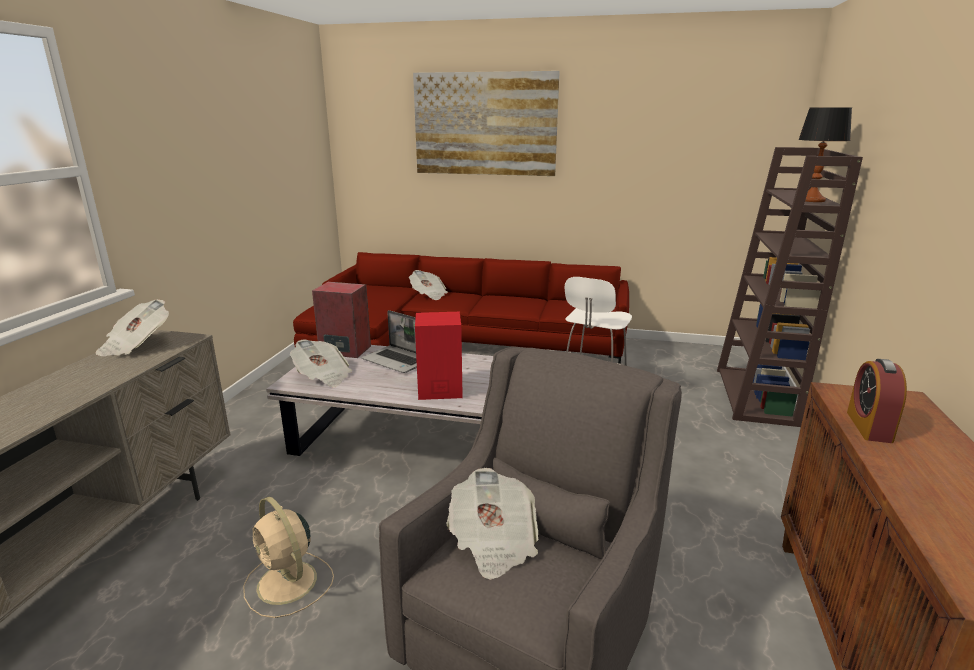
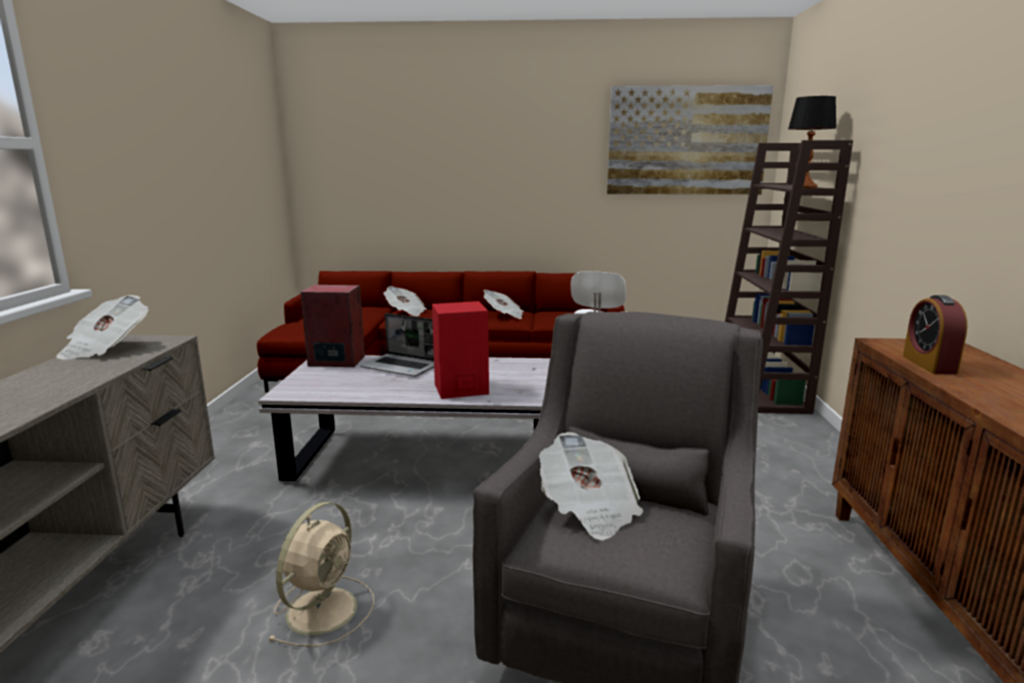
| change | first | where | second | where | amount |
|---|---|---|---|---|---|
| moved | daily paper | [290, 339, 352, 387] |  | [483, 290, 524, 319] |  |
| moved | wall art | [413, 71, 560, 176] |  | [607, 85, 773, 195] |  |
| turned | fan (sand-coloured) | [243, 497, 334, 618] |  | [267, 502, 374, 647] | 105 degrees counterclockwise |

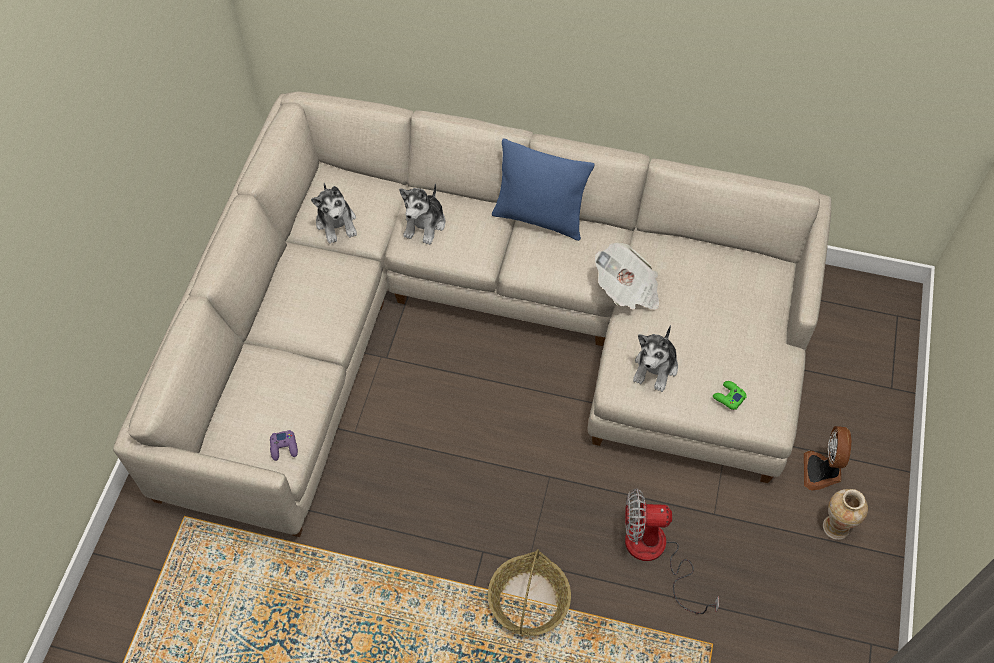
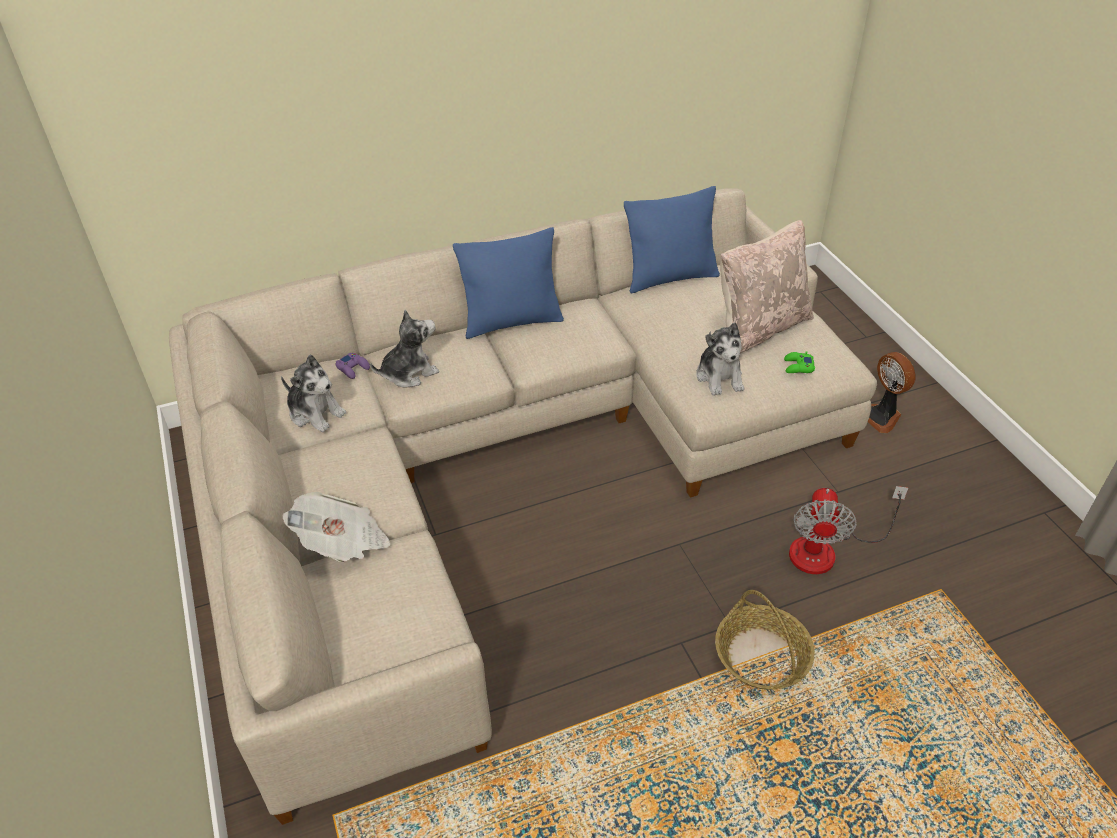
| change | first | where | second | where | amount |
|---|---|---|---|---|---|
| removed | vase | [823, 489, 868, 540] |  |  |  |
| added |  |  | pillow (blue-coloured) | [624, 186, 720, 293] |  |
| added |  |  | pillow (sand-coloured) | [720, 220, 814, 354] |  |
| moved | joypad (purple-coloured) | [270, 430, 298, 461] |  | [336, 353, 370, 379] |  |
| moved | daily paper | [595, 243, 659, 310] |  | [282, 492, 391, 562] |  |
| turned | plush toy | [399, 183, 445, 245] |  | [370, 310, 439, 388] | 105 degrees counterclockwise |
| turned | fan | [625, 488, 719, 614] |  | [789, 486, 908, 574] | 45 degrees counterclockwise |

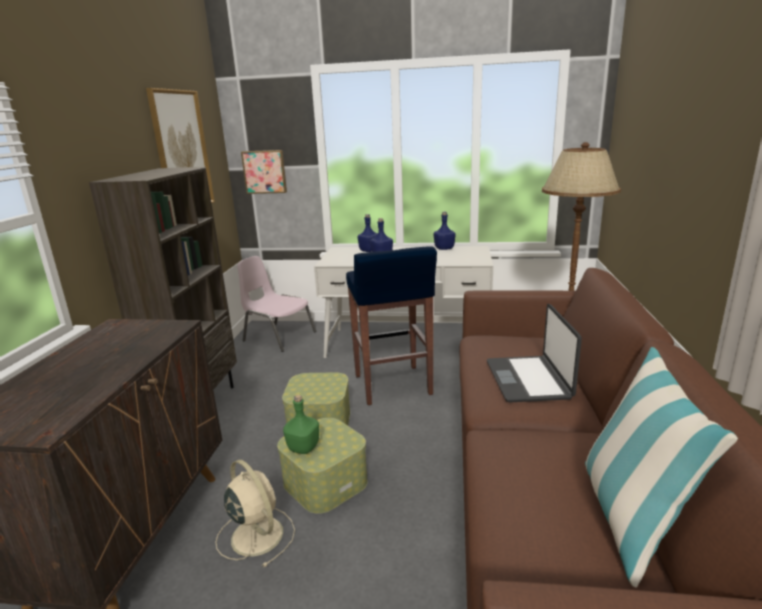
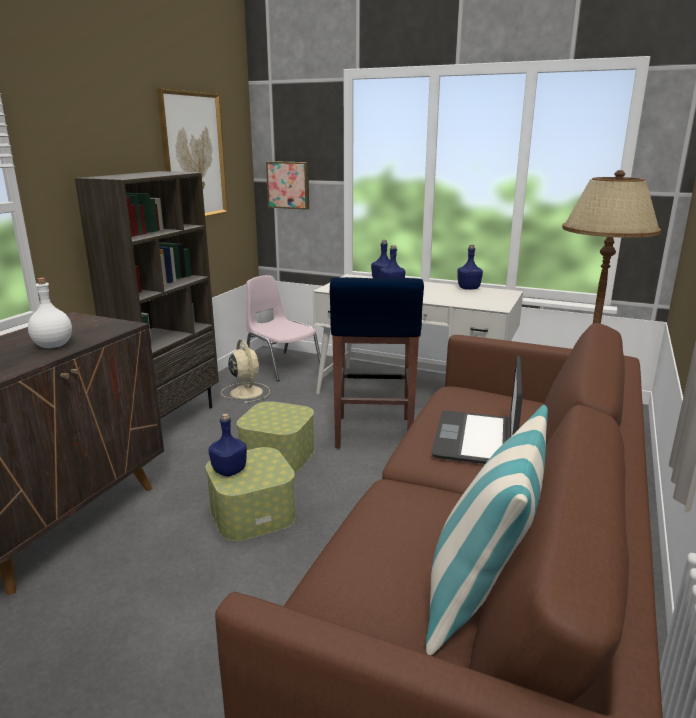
| change | first | where | second | where | amount |
|---|---|---|---|---|---|
| added |  |  | beverage bottle (whitish) | [28, 278, 72, 348] |  |
| moved | fan (sand-coloured) | [215, 459, 295, 567] |  | [221, 339, 270, 404] |  |
| recoloured | beverage bottle (green) | [283, 395, 319, 454] | beverage bottle (blue-coloured) | [208, 413, 247, 477] |  |

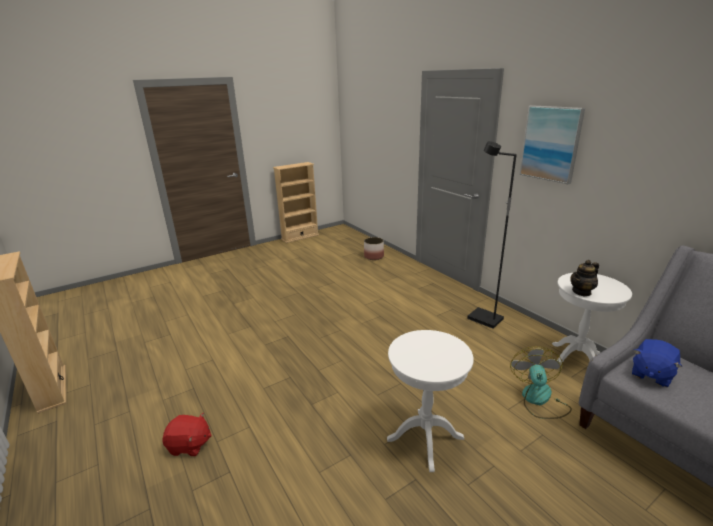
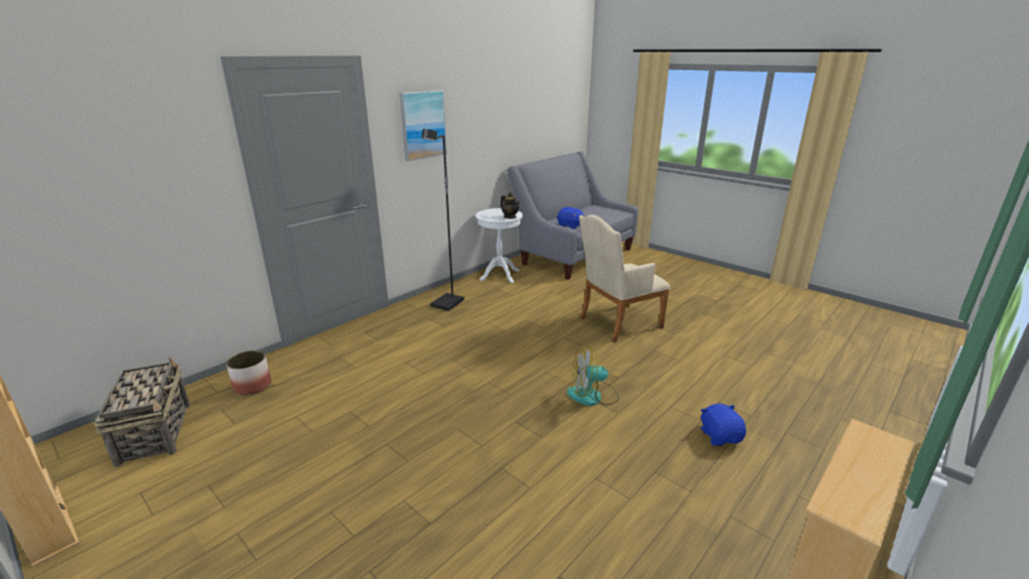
| change | first | where | second | where | amount |
|---|---|---|---|---|---|
| added |  |  | household basket | [94, 356, 190, 467] |  |
| moved | fan | [510, 347, 572, 419] |  | [567, 346, 619, 406] |  |
| replaced | accent table (whitish) | [387, 330, 474, 472] | lounge chair (sand-coloured) | [579, 215, 670, 343] |  |
| recoloured | plush toy (reddish) | [162, 413, 212, 456] | plush toy (blue-coloured) | [701, 404, 746, 446] |  |

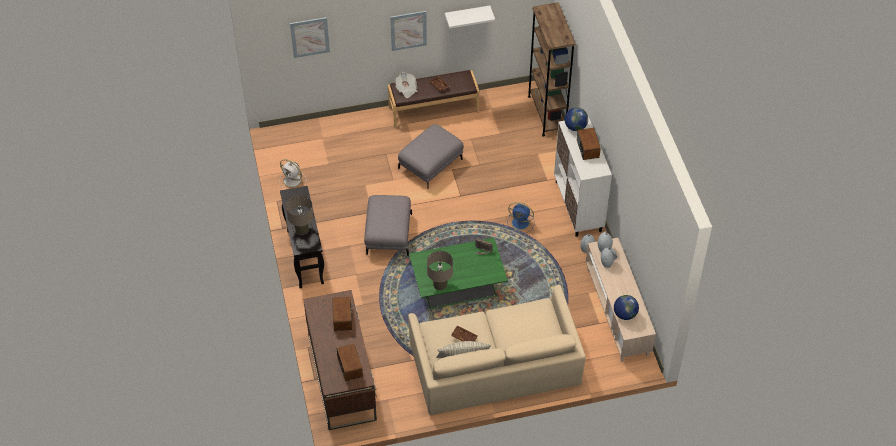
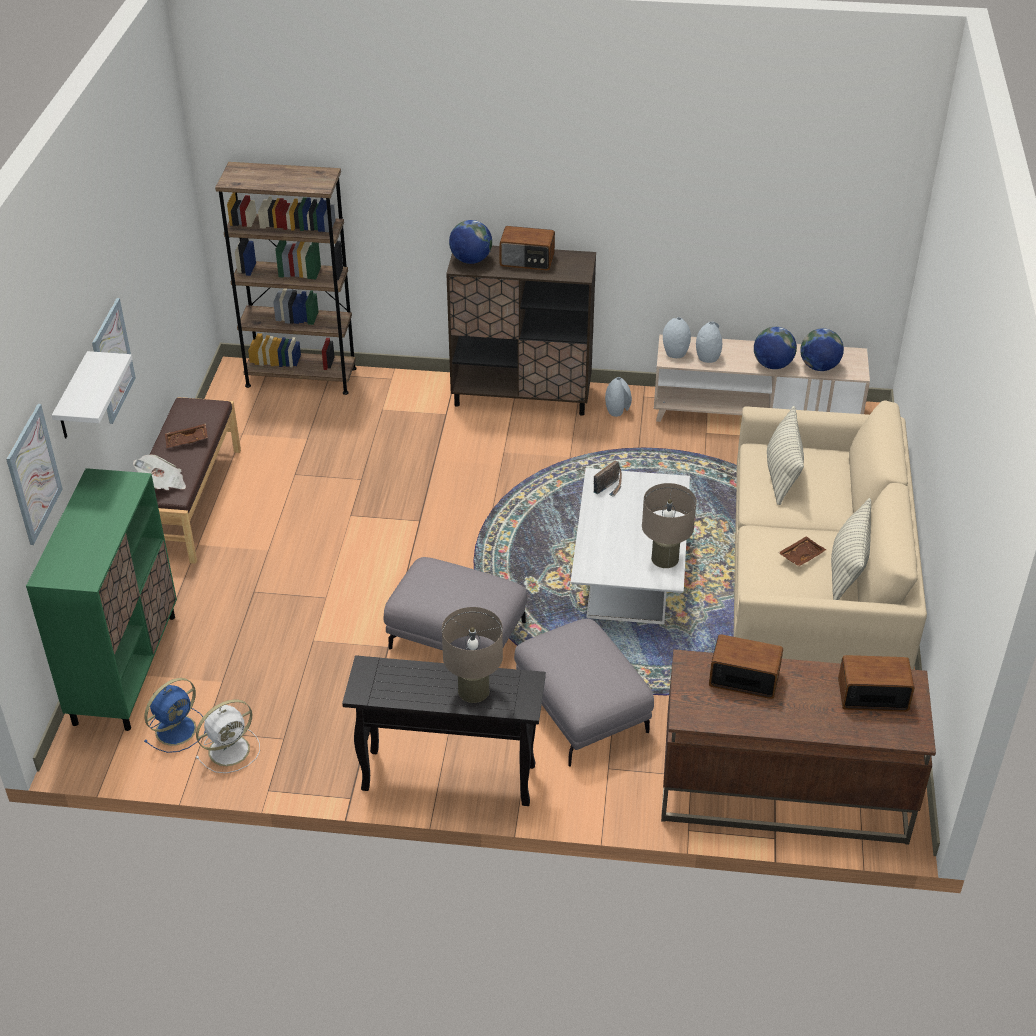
| change | first | where | second | where | amount |
|---|---|---|---|---|---|
| added |  |  | cupboard (green) | [26, 468, 177, 731] |  |
| added |  |  | desk globe | [754, 327, 797, 369] |  |
| added |  |  | pillow | [767, 406, 804, 505] |  |
| moved | ottoman (greyish) | [398, 124, 464, 189] |  | [514, 619, 654, 767] |  |
| moved | bracket shelf (whitish) | [445, 5, 495, 29] |  | [52, 351, 132, 438] |  |
| moved | fan (blue-coloured) | [507, 202, 535, 233] |  | [143, 678, 205, 753] |  |
| recoloured | low table (green) | [409, 238, 508, 309] | low table (whitish) | [571, 468, 690, 624] |  |
| recoloured | cupboard (whitish) | [554, 116, 612, 237] | cupboard (brownish) | [446, 246, 596, 416] |  |

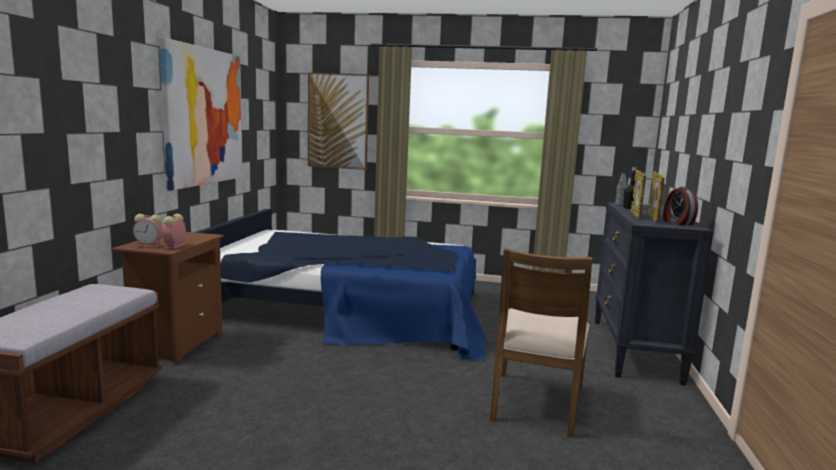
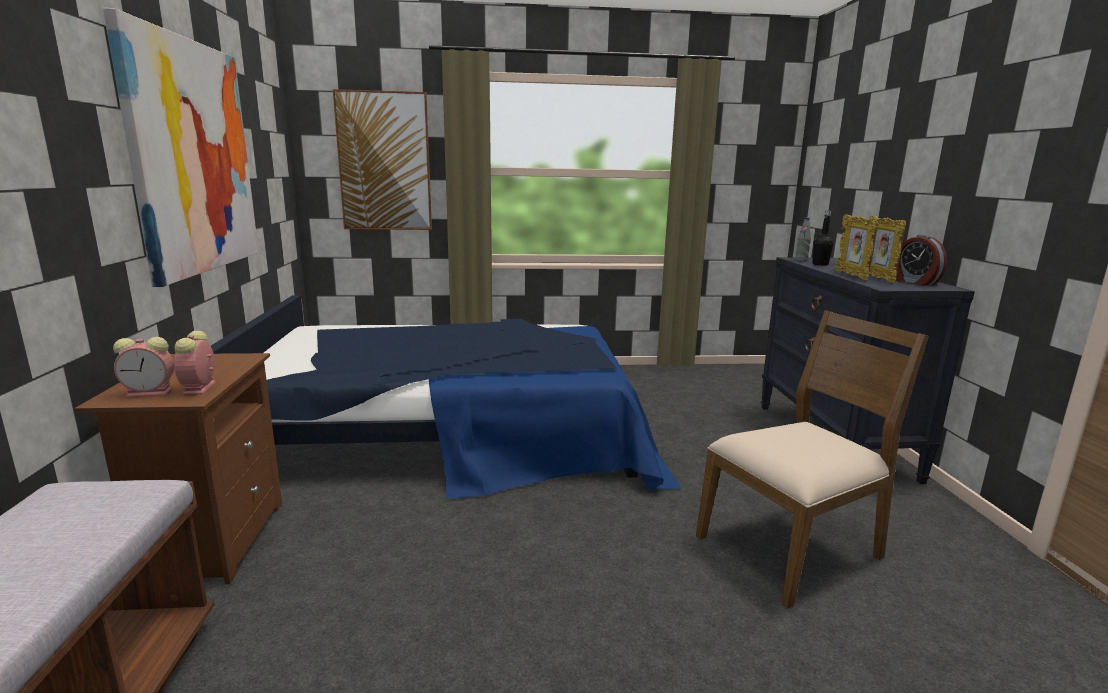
| change | first | where | second | where | amount |
|---|---|---|---|---|---|
| turned | upright chair (brownish) | [490, 248, 592, 437] |  | [696, 310, 929, 608] | 120 degrees counterclockwise |

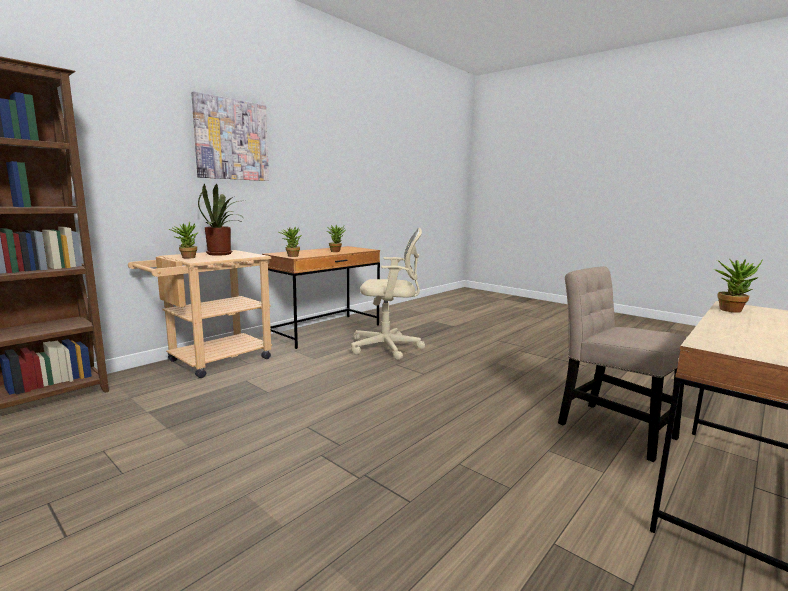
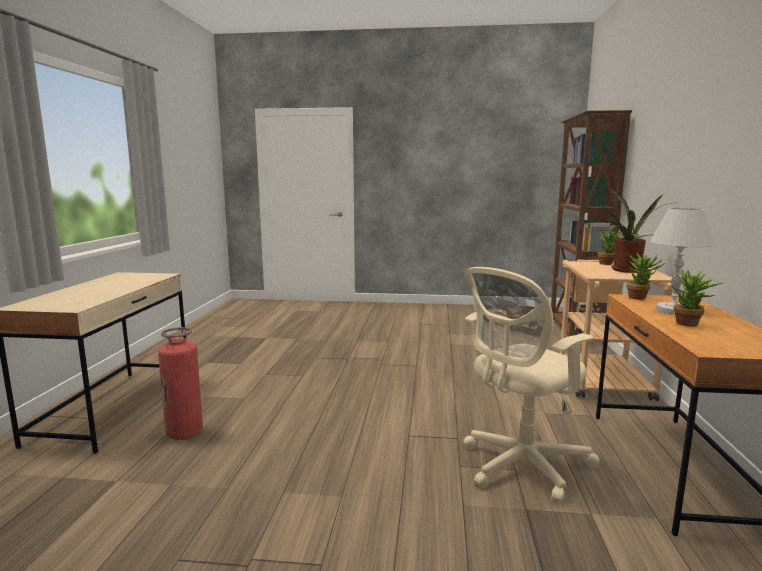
| change | first | where | second | where | amount |
|---|---|---|---|---|---|
| removed | wall art | [191, 91, 269, 181] |  |  |  |
| removed | houseplant | [714, 259, 763, 313] |  |  |  |
| added |  |  | tabletop lamp (whitish) | [650, 208, 715, 315] |  |
| replaced | upright chair (sand-coloured) | [558, 266, 687, 462] | extinguisher | [158, 327, 203, 440] |  |

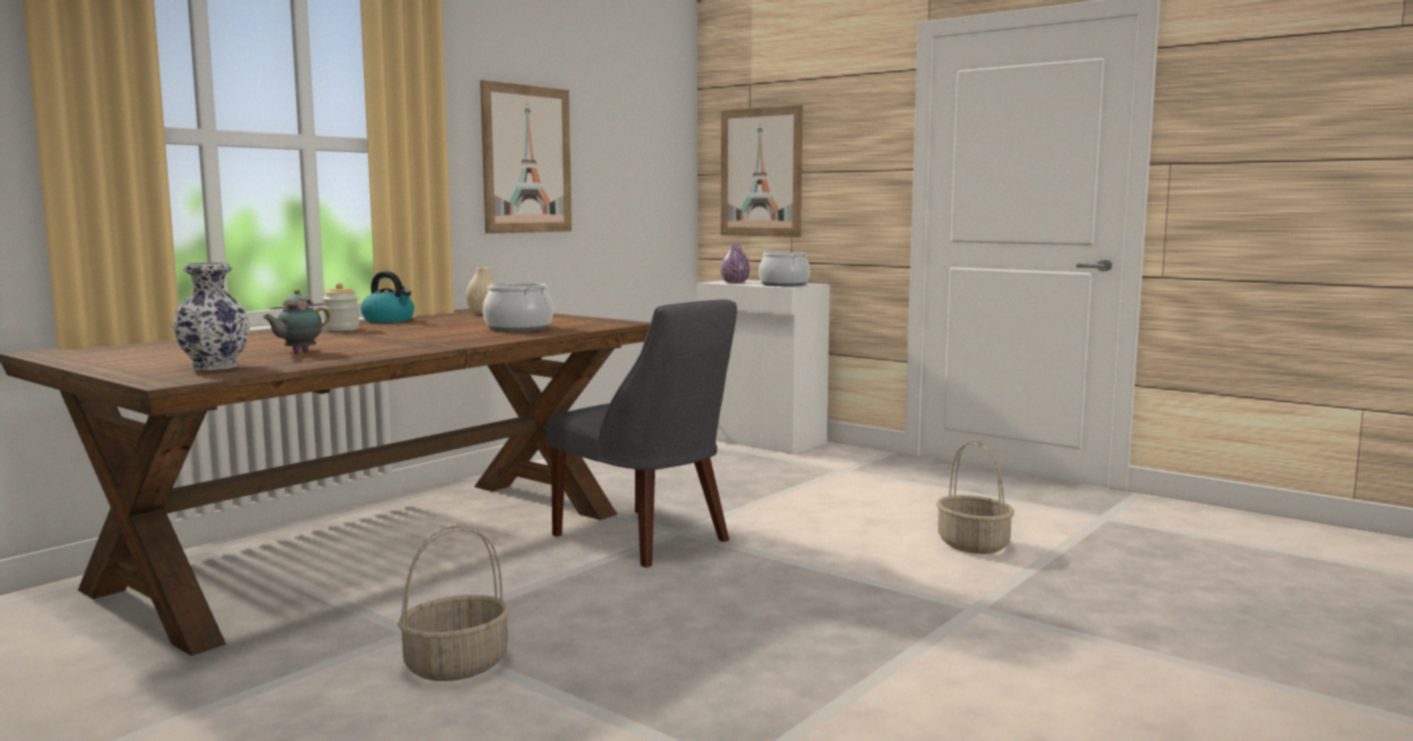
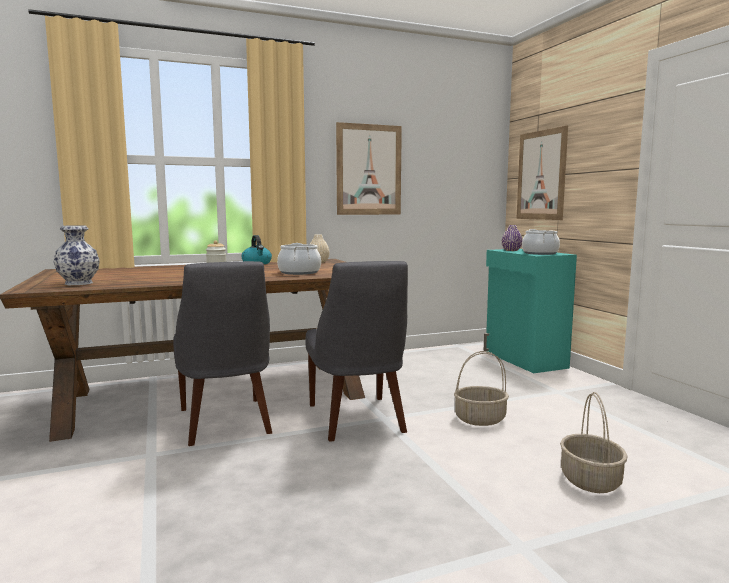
| change | first | where | second | where | amount |
|---|---|---|---|---|---|
| removed | tea pot | [262, 289, 330, 352] |  |  |  |
| added |  |  | upright chair (greyish) | [173, 261, 272, 446] |  |
| moved | household basket | [398, 526, 510, 681] |  | [454, 351, 509, 426] |  |
| recoloured | cupboard (whitish) | [697, 280, 830, 454] | cupboard (blue-green) | [484, 249, 577, 373] |  |

